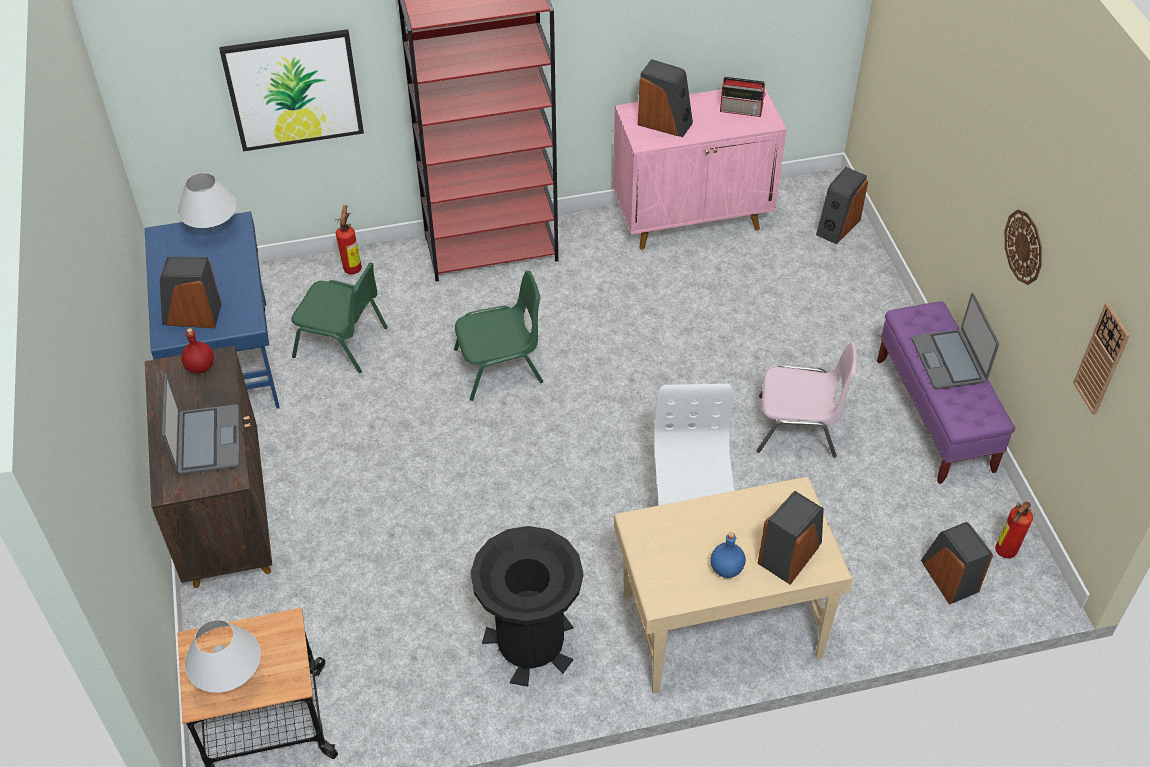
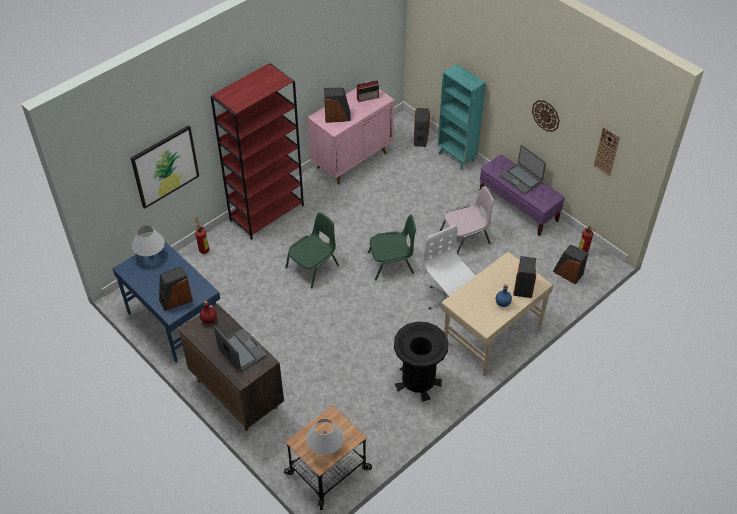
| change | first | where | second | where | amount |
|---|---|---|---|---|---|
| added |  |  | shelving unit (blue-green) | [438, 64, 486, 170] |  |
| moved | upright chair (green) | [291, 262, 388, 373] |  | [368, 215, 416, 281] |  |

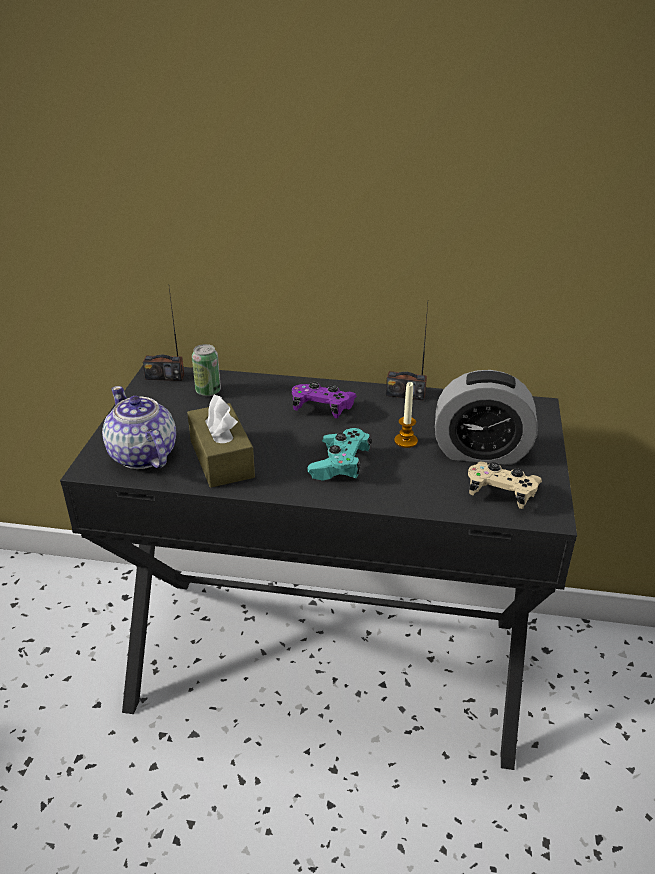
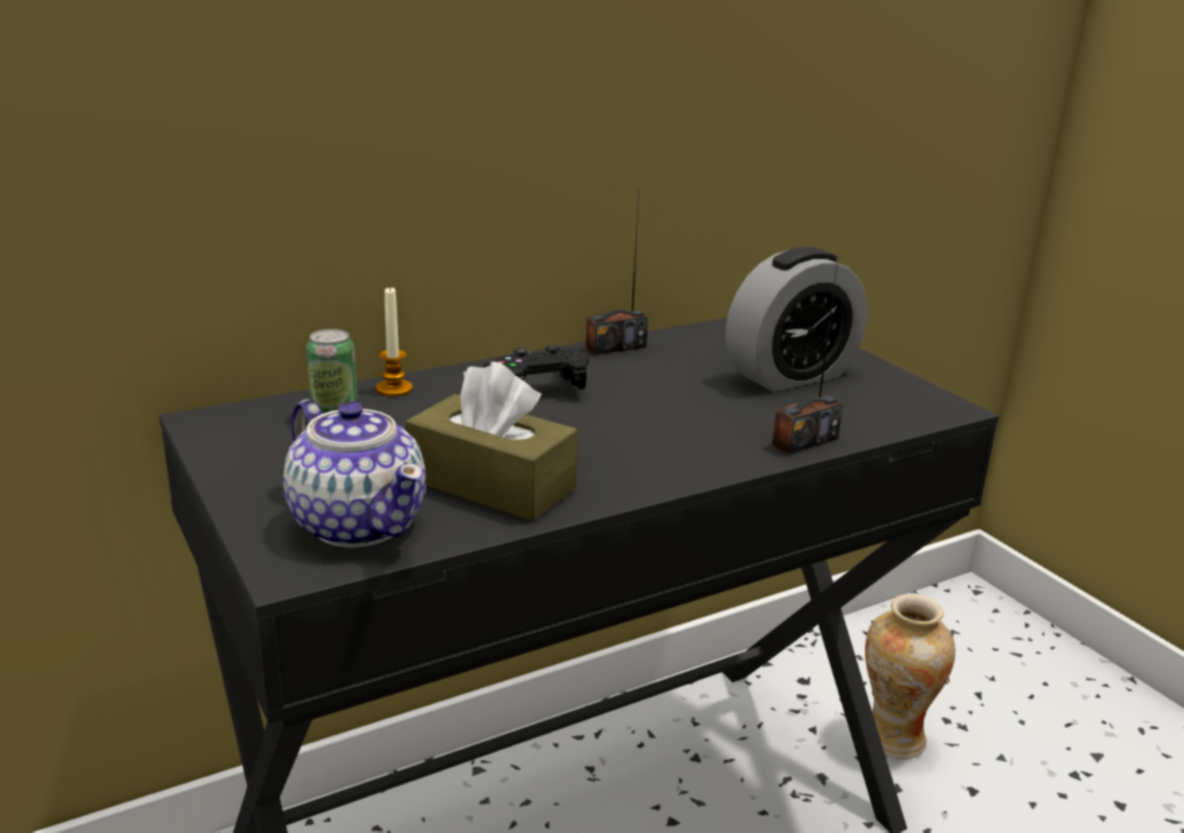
| change | first | where | second | where | amount |
|---|---|---|---|---|---|
| removed | joypad (blue-green) | [308, 428, 372, 481] |  |  |  |
| removed | joypad (sand-coloured) | [468, 462, 542, 509] |  |  |  |
| added |  |  | vase | [865, 594, 955, 759] |  |
| moved | radio set | [143, 288, 184, 381] |  | [772, 254, 843, 455] |  |
| moved | candle | [395, 382, 418, 448] |  | [376, 287, 413, 396] |  |
| recoloured | joypad (purple-coloured) | [292, 382, 357, 418] | joypad (blackish) | [483, 345, 589, 390] |  |
| turned | tea pot | [102, 386, 176, 469] |  | [283, 399, 426, 548] | 150 degrees counterclockwise |

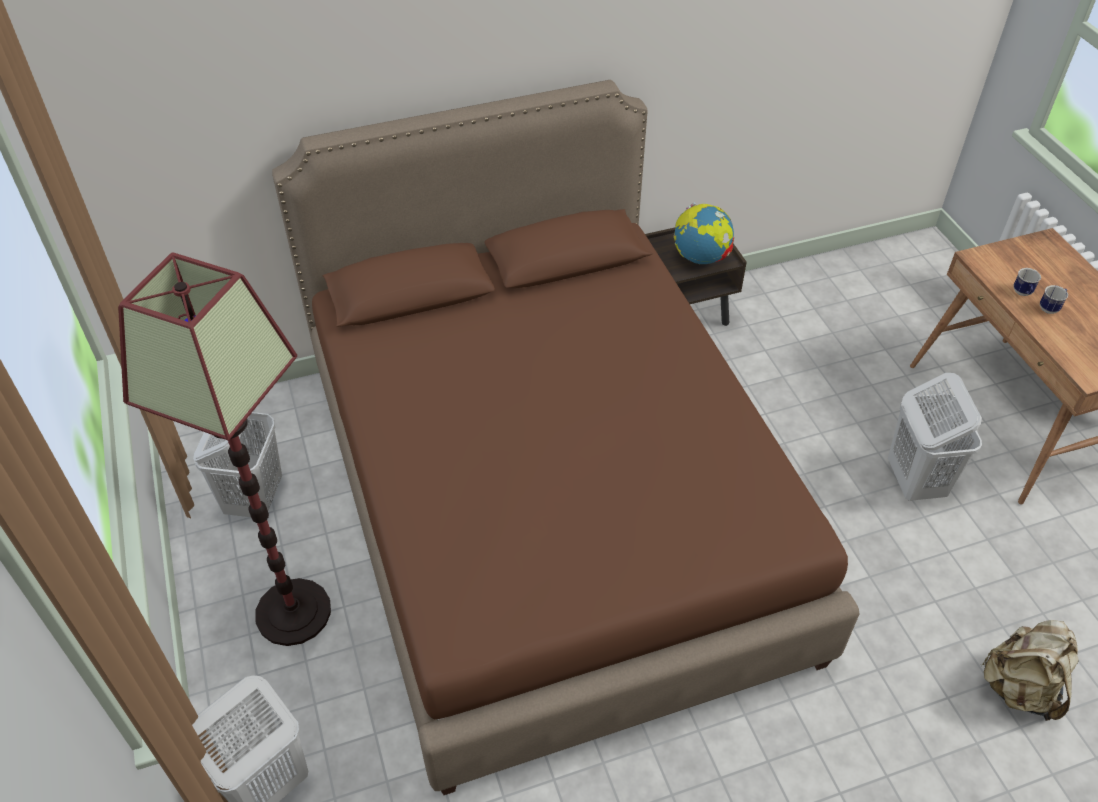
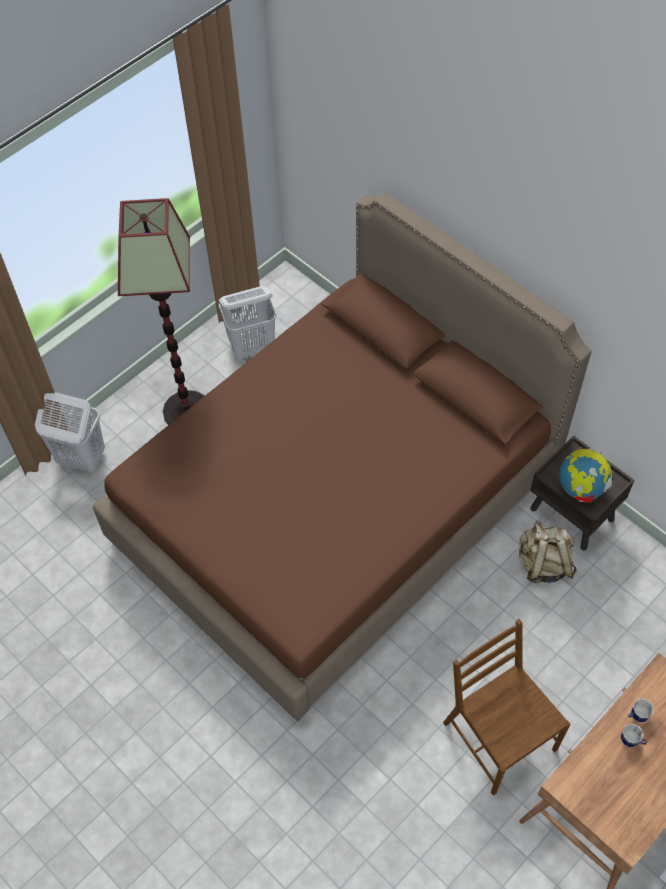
| change | first | where | second | where | amount |
|---|---|---|---|---|---|
| moved | knapsack (sand-coloured) | [981, 620, 1079, 721] |  | [519, 520, 577, 583] |  |
| replaced | laundry basket (whitish) | [888, 373, 982, 501] | upright chair (brownish) | [443, 619, 571, 796] |  |

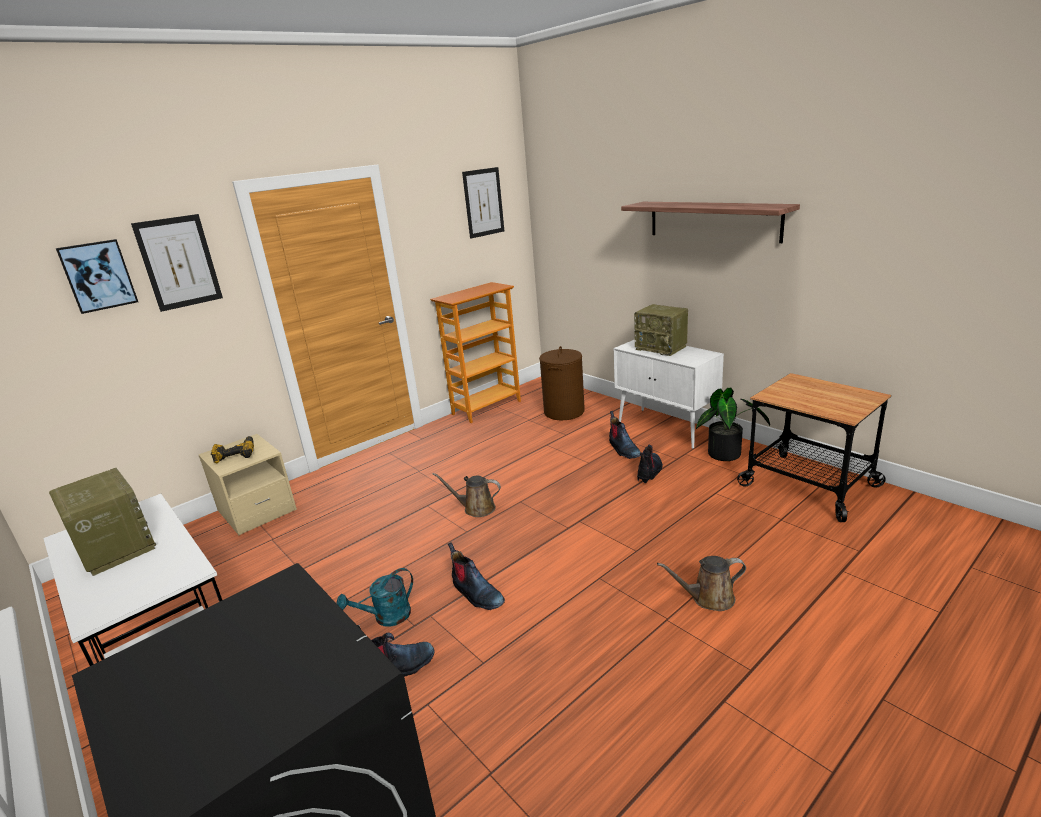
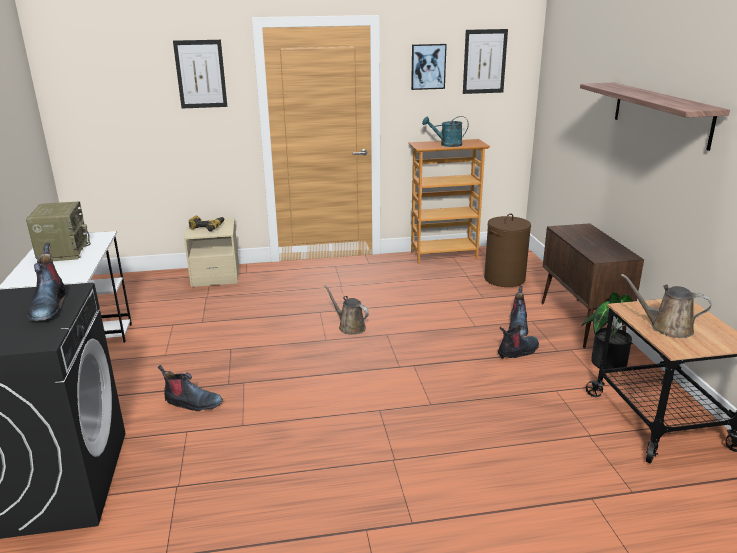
| change | first | where | second | where | amount |
|---|---|---|---|---|---|
| removed | radio set | [634, 304, 688, 356] |  |  |  |
| moved | wall art | [56, 239, 138, 314] |  | [411, 44, 447, 90] |  |
| moved | sprinkling can (blue-green) | [337, 568, 413, 627] |  | [422, 116, 468, 147] |  |
| moved | boot | [448, 542, 505, 610] |  | [27, 243, 66, 321] |  |
| moved | sprinkling can (brownish) | [657, 556, 746, 611] |  | [621, 274, 712, 338] |  |
| recoloured | cupboard (whitish) | [614, 339, 724, 449] | cupboard (brownish) | [542, 223, 644, 348] |  |

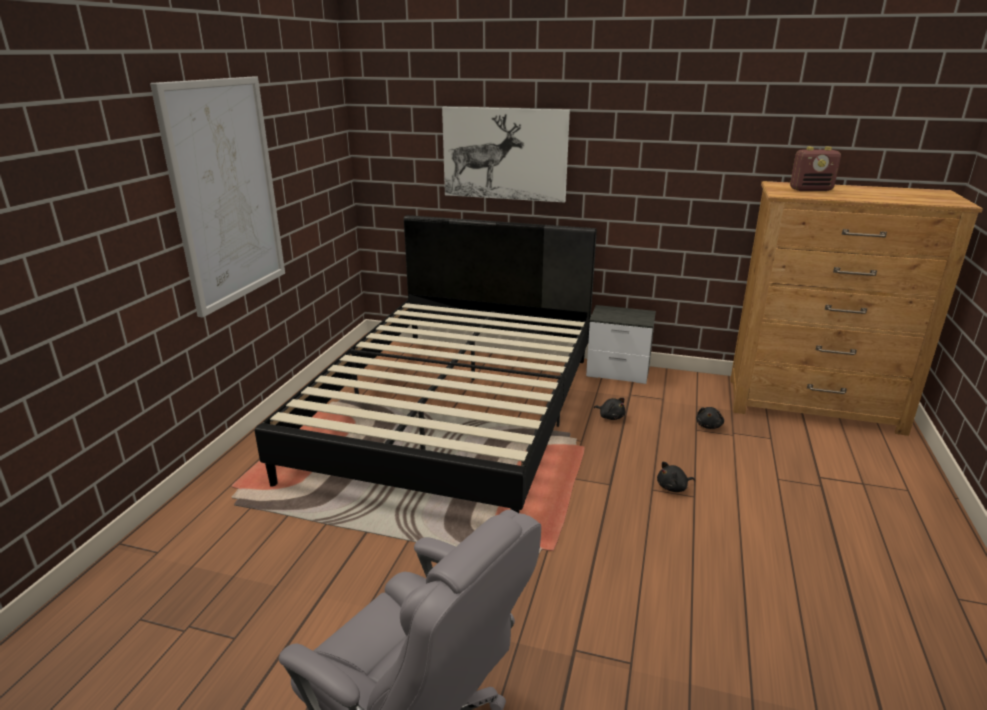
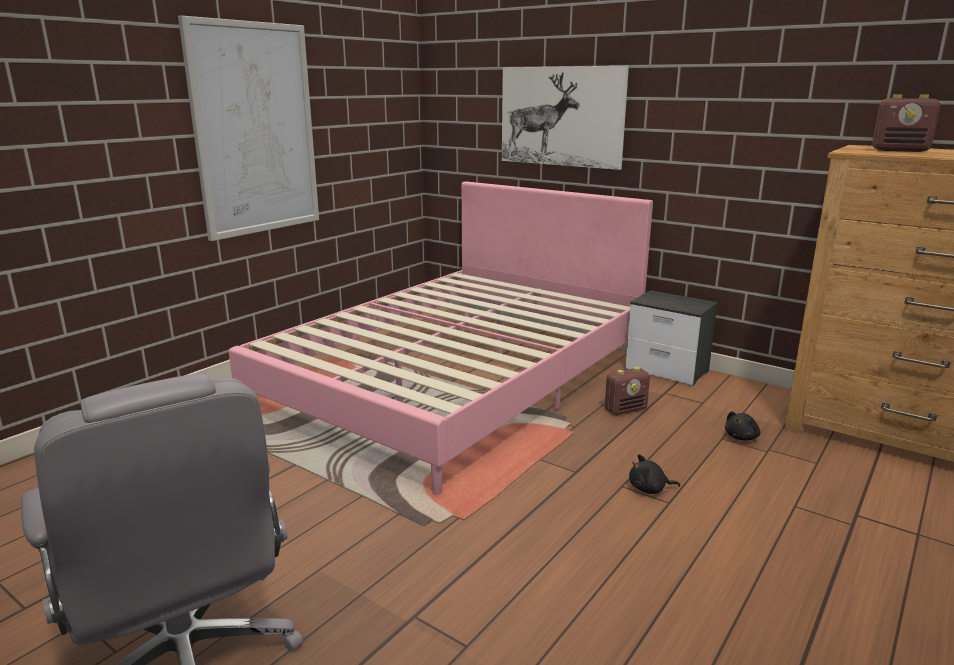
| change | first | where | second | where | amount |
|---|---|---|---|---|---|
| replaced | plush toy (blackish) | [594, 398, 625, 420] | radio set | [605, 367, 650, 415] |  |
| recoloured | bedroom bed (blackish) | [255, 215, 597, 513] | bedroom bed (pink) | [229, 181, 653, 495] |  |

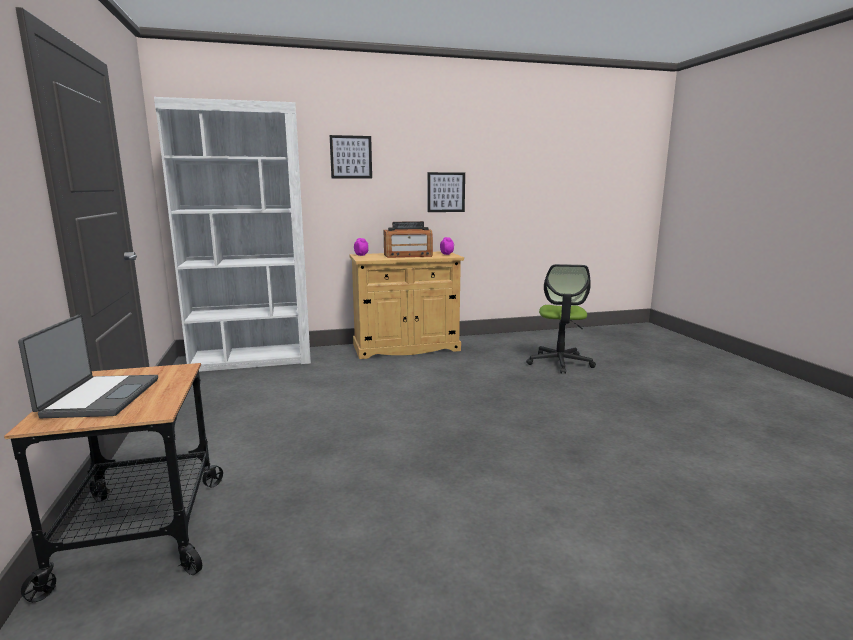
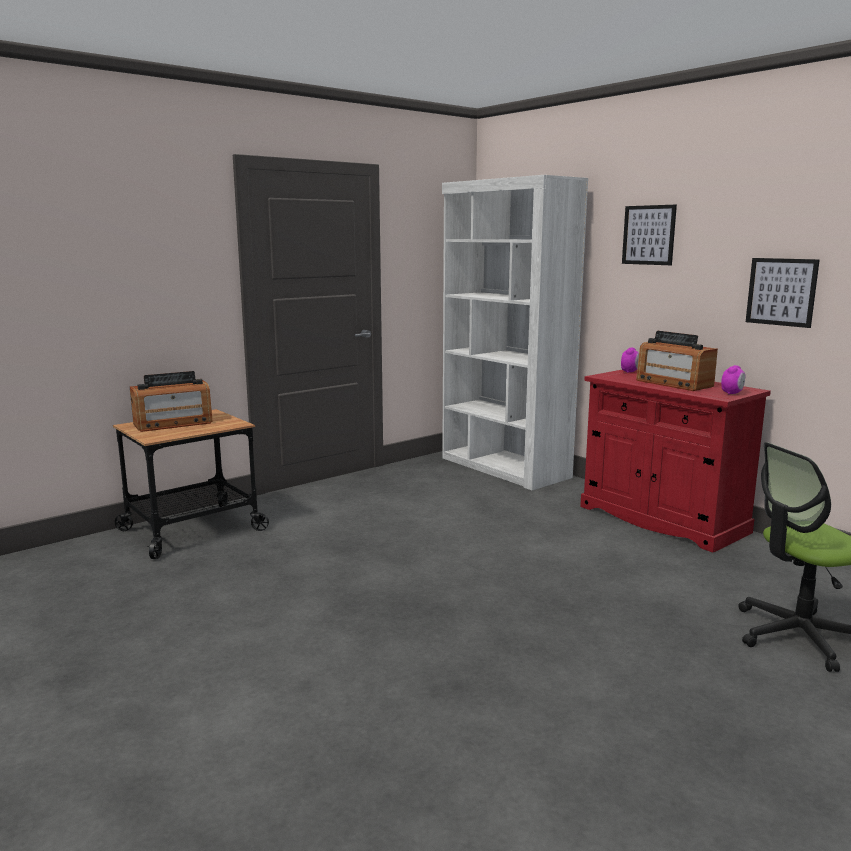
| change | first | where | second | where | amount |
|---|---|---|---|---|---|
| replaced | laptop | [18, 315, 158, 418] | radio set | [130, 371, 213, 432] |  |
| recoloured | cupboard (sand-coloured) | [349, 251, 464, 359] | cupboard (reddish) | [580, 370, 771, 553] |  |

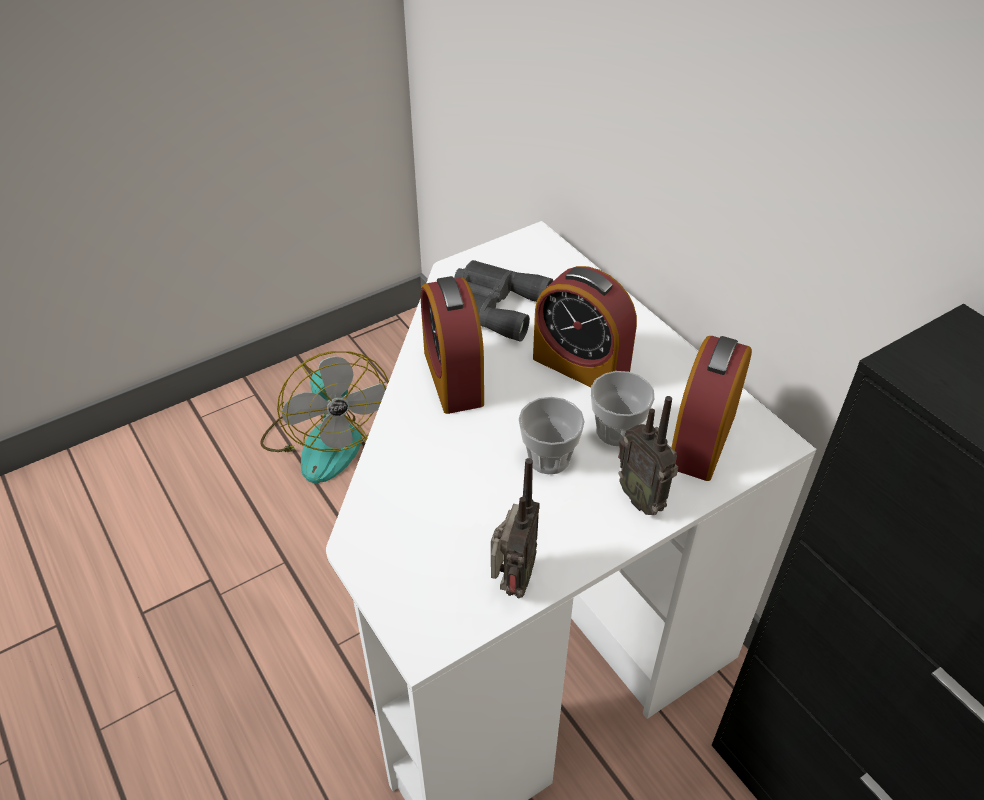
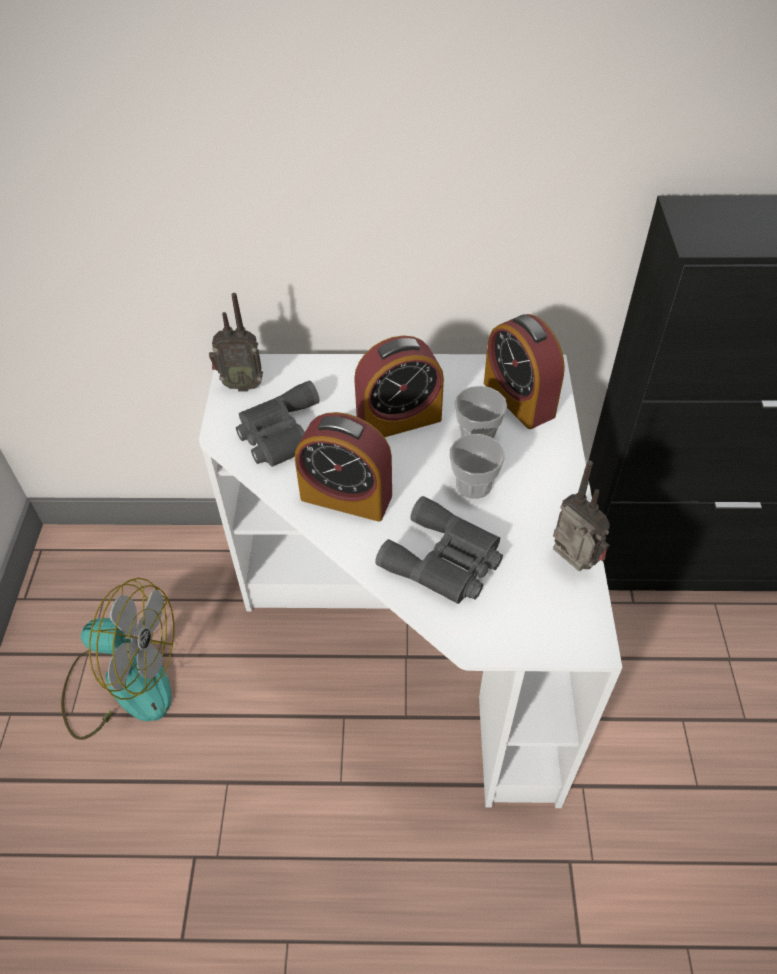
| change | first | where | second | where | amount |
|---|---|---|---|---|---|
| added |  |  | field glasses (greyish) | [375, 496, 503, 604] |  |
| moved | radio set | [618, 396, 678, 515] |  | [209, 293, 263, 391] |  |

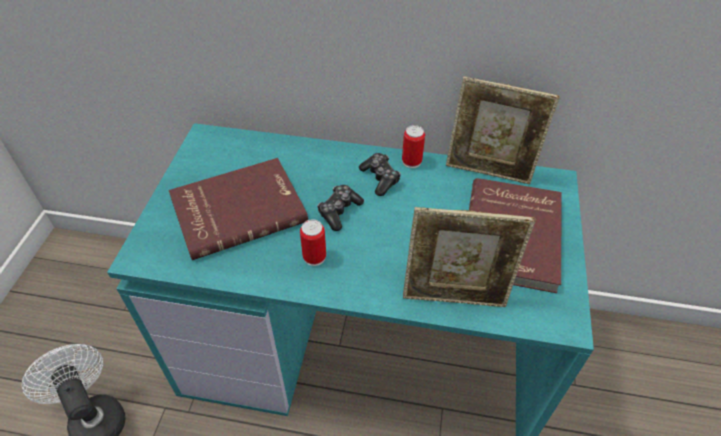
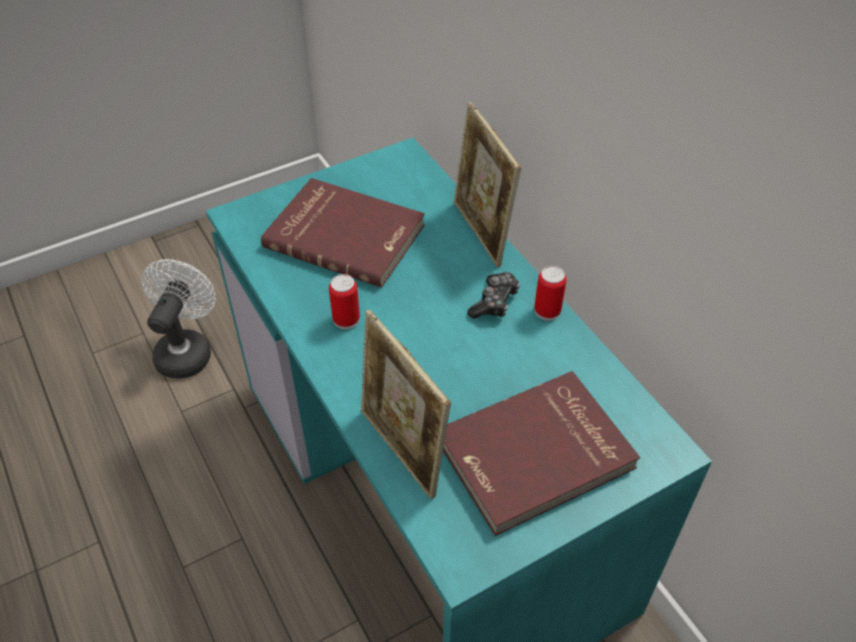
| change | first | where | second | where | amount |
|---|---|---|---|---|---|
| removed | joypad | [317, 185, 364, 231] |  |  |  |
| moved | picture frame | [446, 76, 560, 184] |  | [454, 102, 521, 267] |  |

